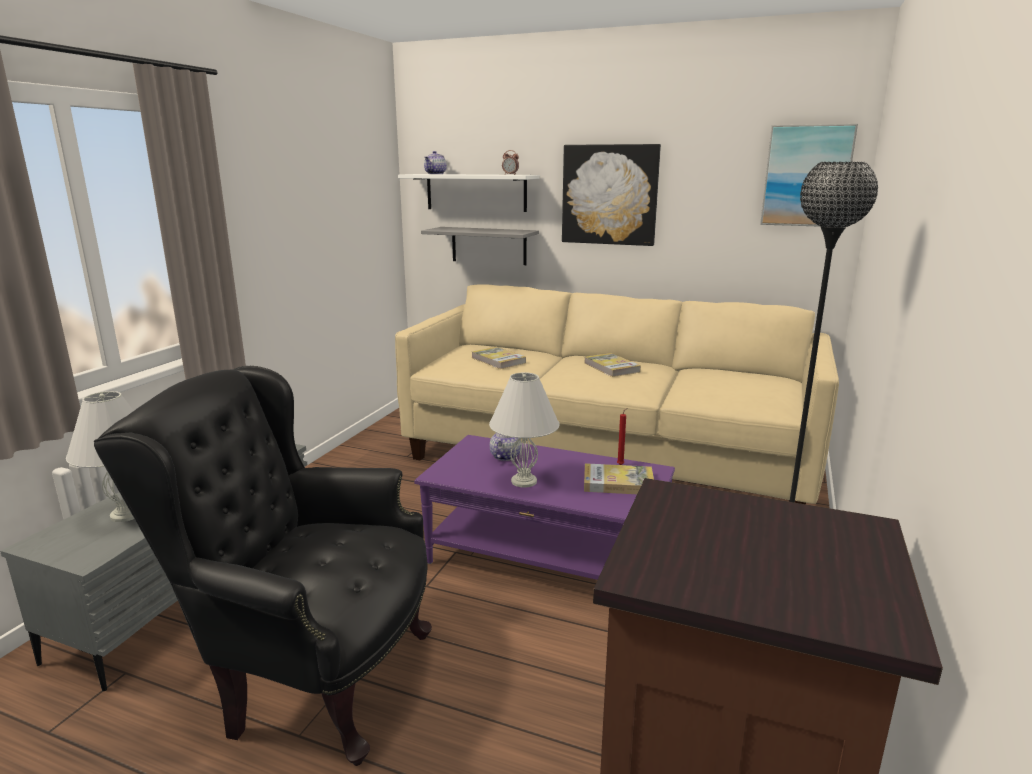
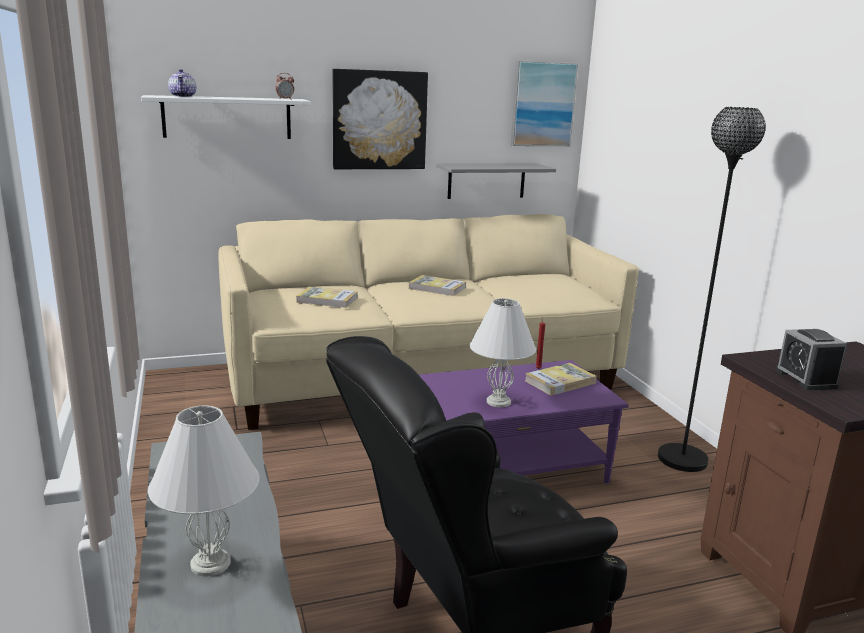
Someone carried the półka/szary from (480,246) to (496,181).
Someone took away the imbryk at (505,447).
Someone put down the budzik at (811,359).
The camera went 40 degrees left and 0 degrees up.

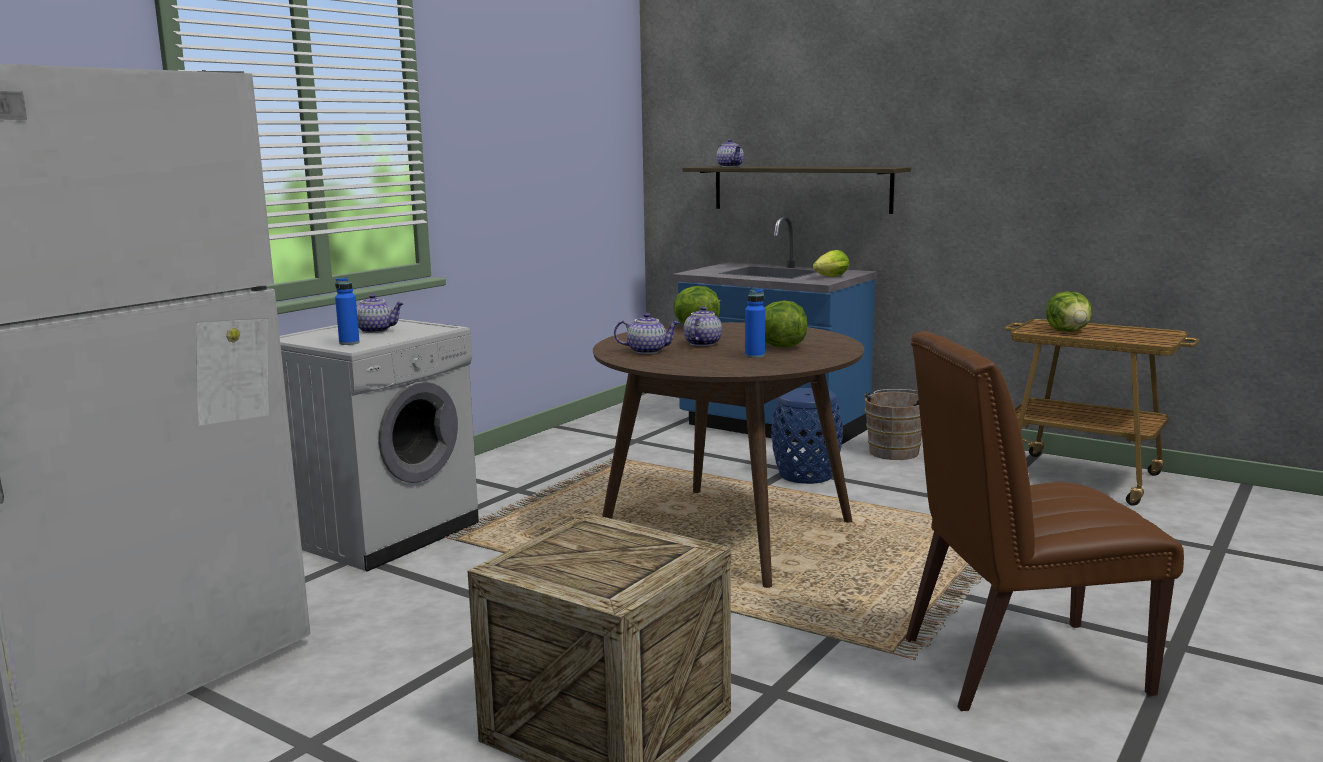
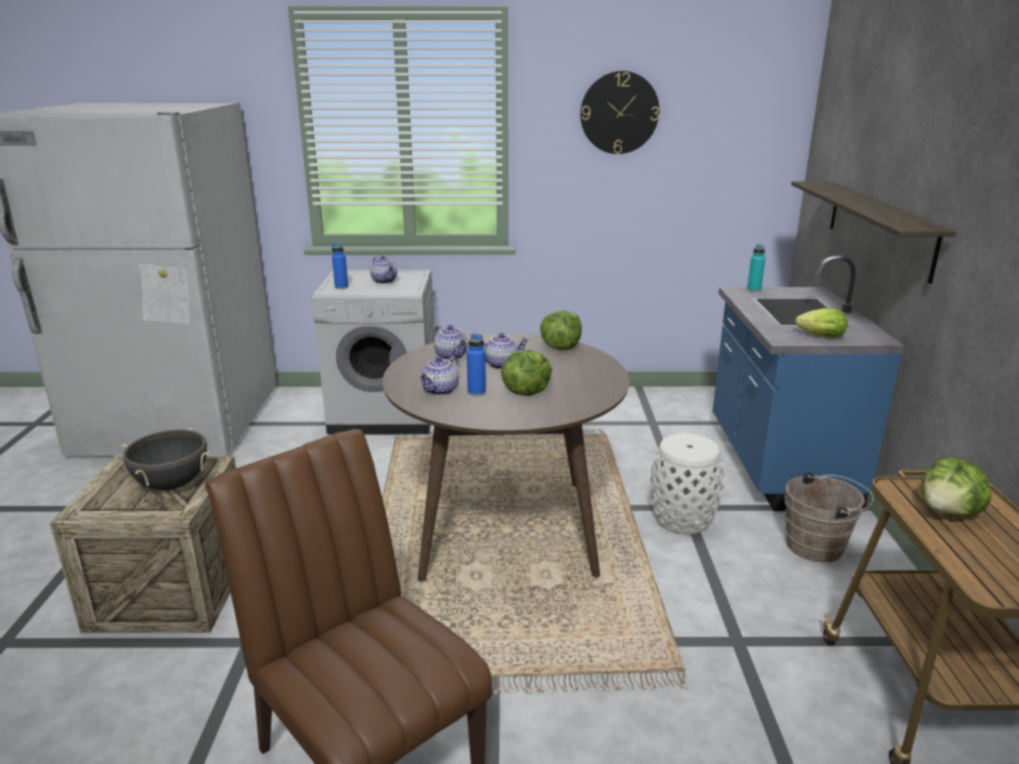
Someone carried the imbryk from (730,153) to (439,375).
Someone repainted the stołek/niebieski at (807,436), which became the stołek/biały at (687,483).
Someone put down the garnek/czarny at (166,458).
Someone put up the zegar ścienny at (619,112).
Someone put down the butelka/turkusowy at (756,268).
The camera went 55 degrees right and 10 degrees up.

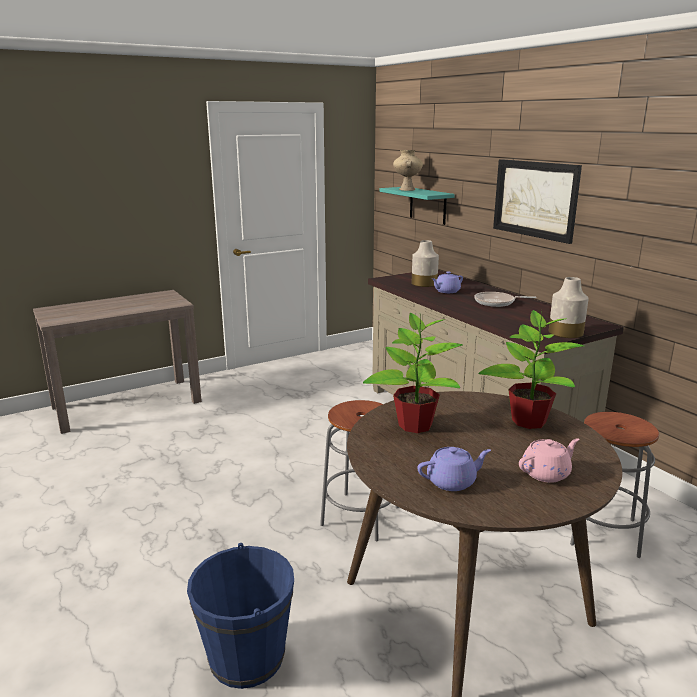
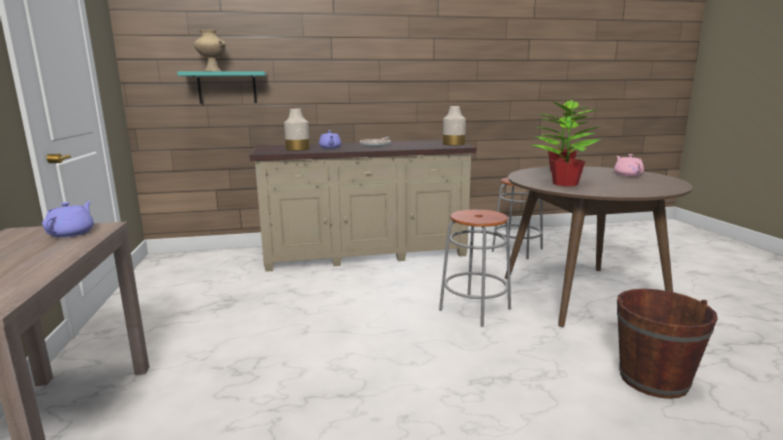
Someone repainted the wiadro/niebieski at (240,616), which became the wiadro/brązowy at (667,344).
Someone carried the imbryk/fioletowy from (454,469) to (68,219).
Someone took away the obraz at (537,201).
The camera went 70 degrees left and 5 degrees down.

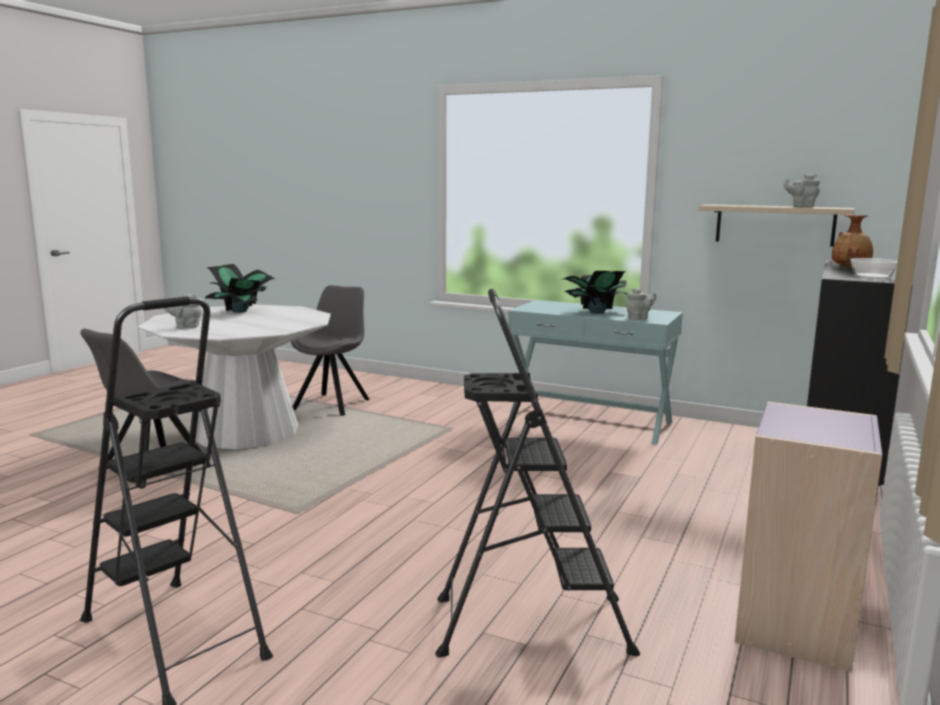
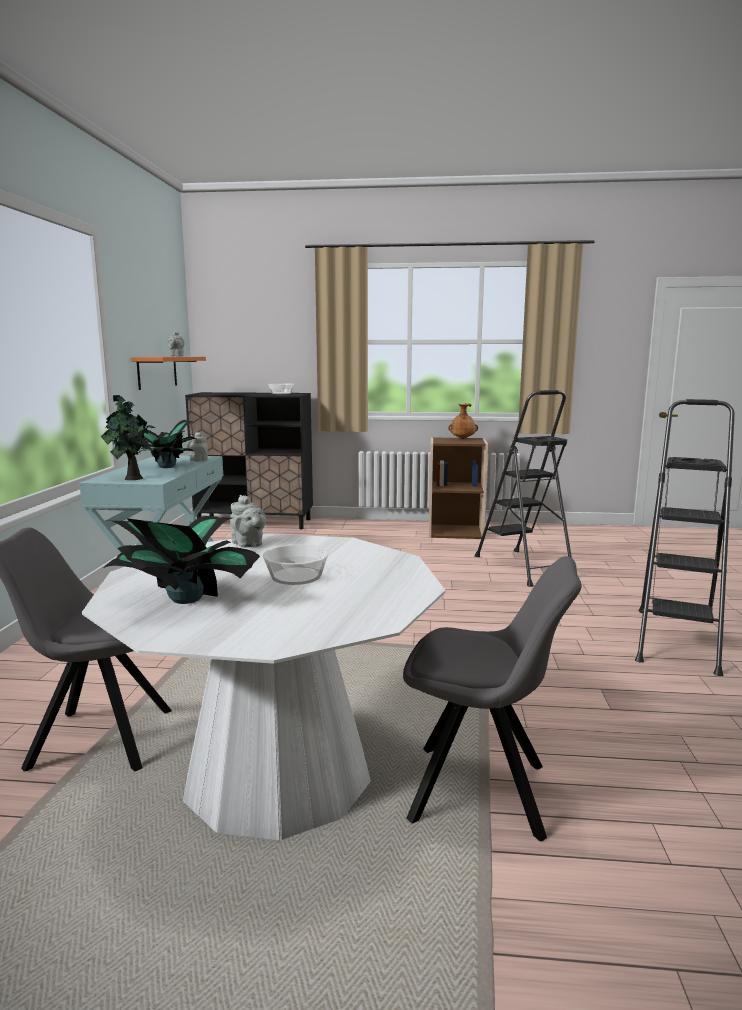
Someone carried the imbryk/szary from (183,311) to (248,521).
Someone repainted the półka/beżowy at (776,225), which became the półka/pomarańczowy at (168,373).
Someone repainted the regał/fioletowy at (808,536), which became the regał/brązowy at (458,488).
Someone carried the wazon/brązowy from (852,241) to (463,421).
Someone put down the roślina doniczkowa at (128,437).
Someone put down the miska at (295,564).
The camera went 110 degrees left and 0 degrees up.

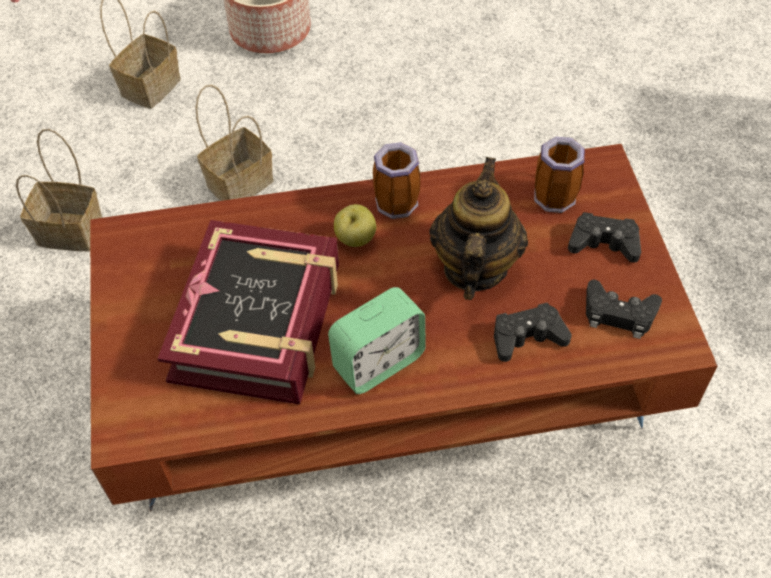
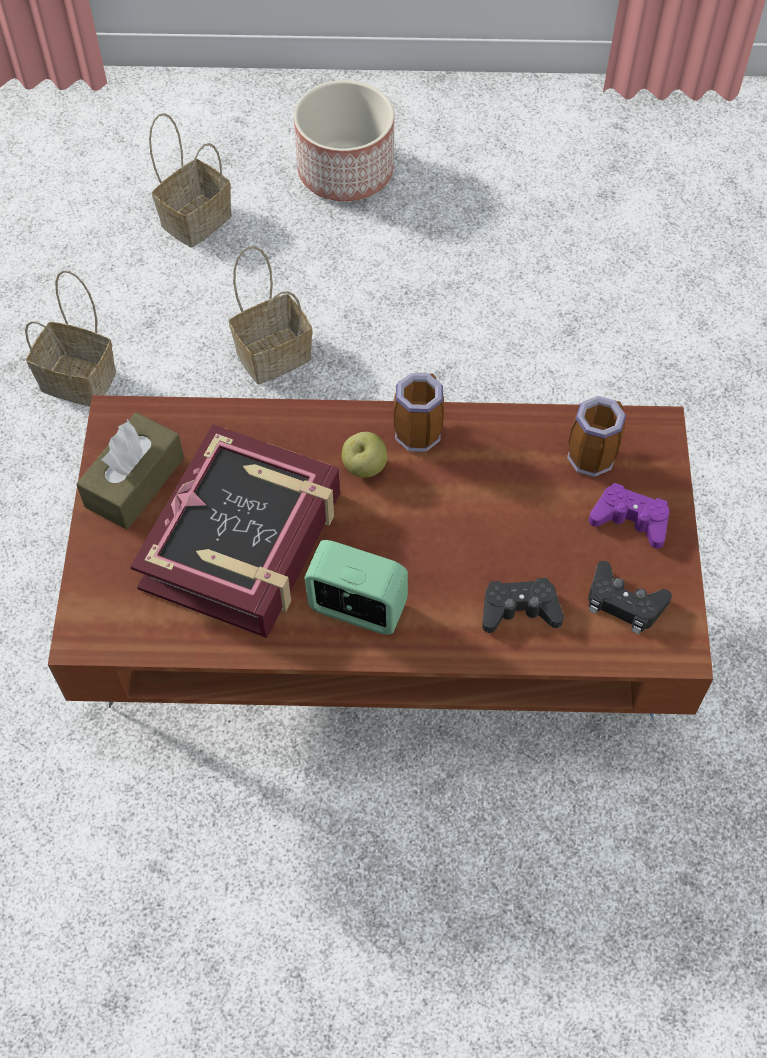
Someone rotated the budzik at (377,340) by 135 degrees counterclockwise.
Someone took away the imbryk at (479,228).
Someone repainted the pad do gier/czarny at (604,237), which became the pad do gier/fioletowy at (629,516).
Someone put down the pudełko chusteczek/brązowy at (130,471).
The camera went 10 degrees right and 5 degrees up.

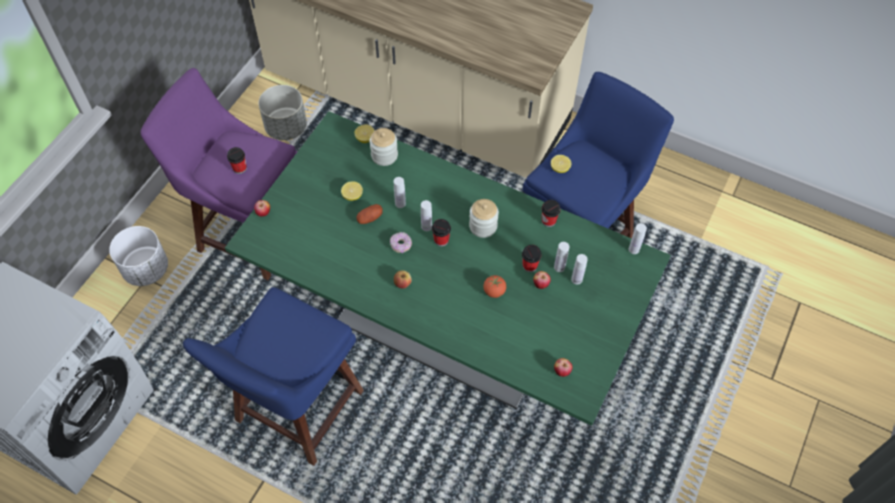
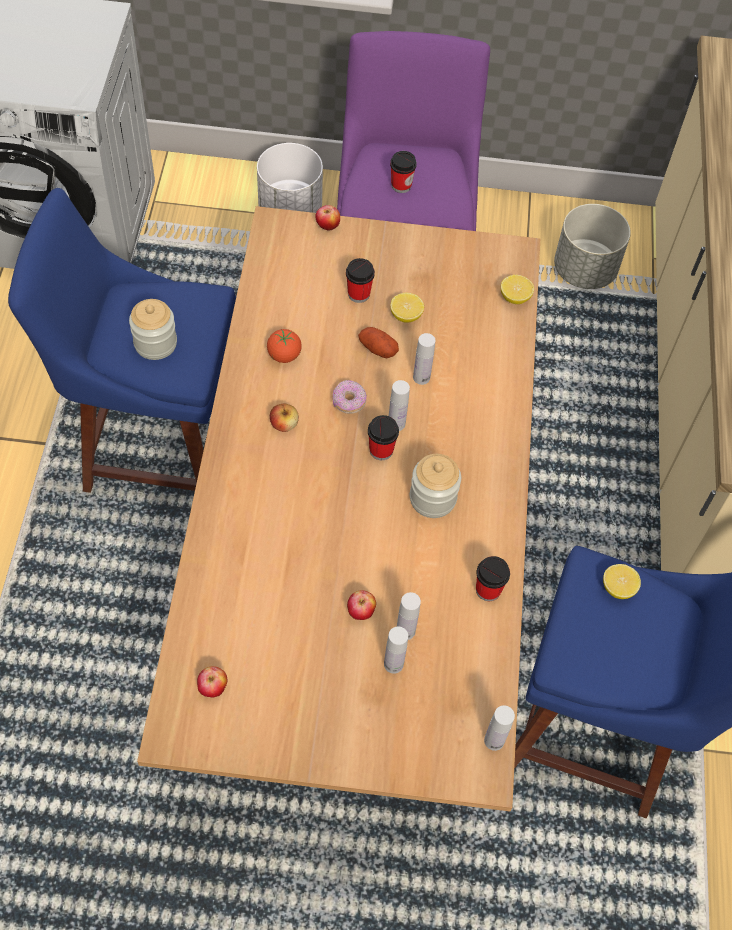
Someone repainted the stół jadalny/zielony at (448,268), which became the stół jadalny/beżowy at (338,508).
Someone carried the słoik from (383,147) to (153,329).
Someone carried the pomidor from (494,286) to (284,346).
Someone carried the filiżanka from (532,258) to (360,280).
The camera went 65 degrees right and 0 degrees up.

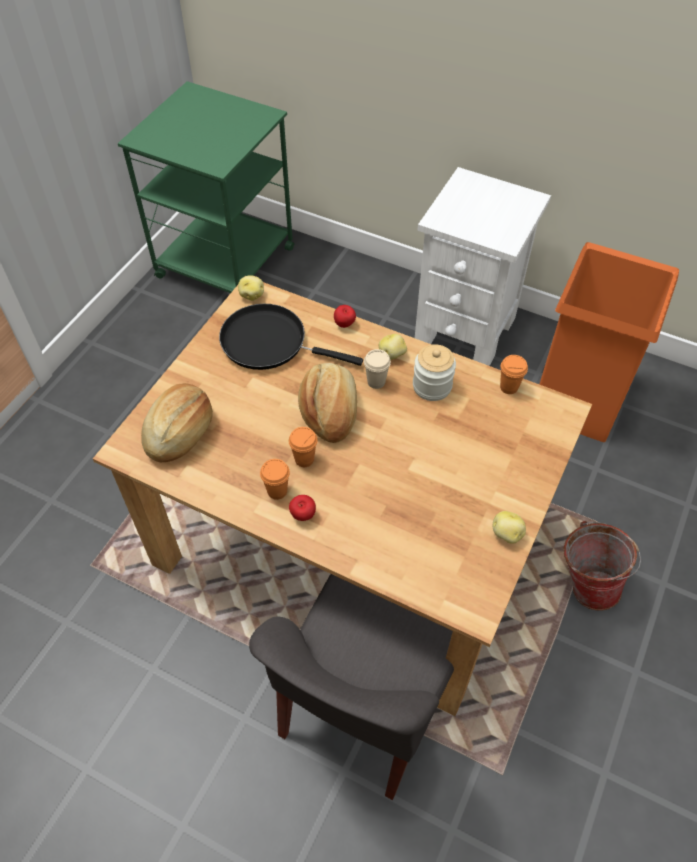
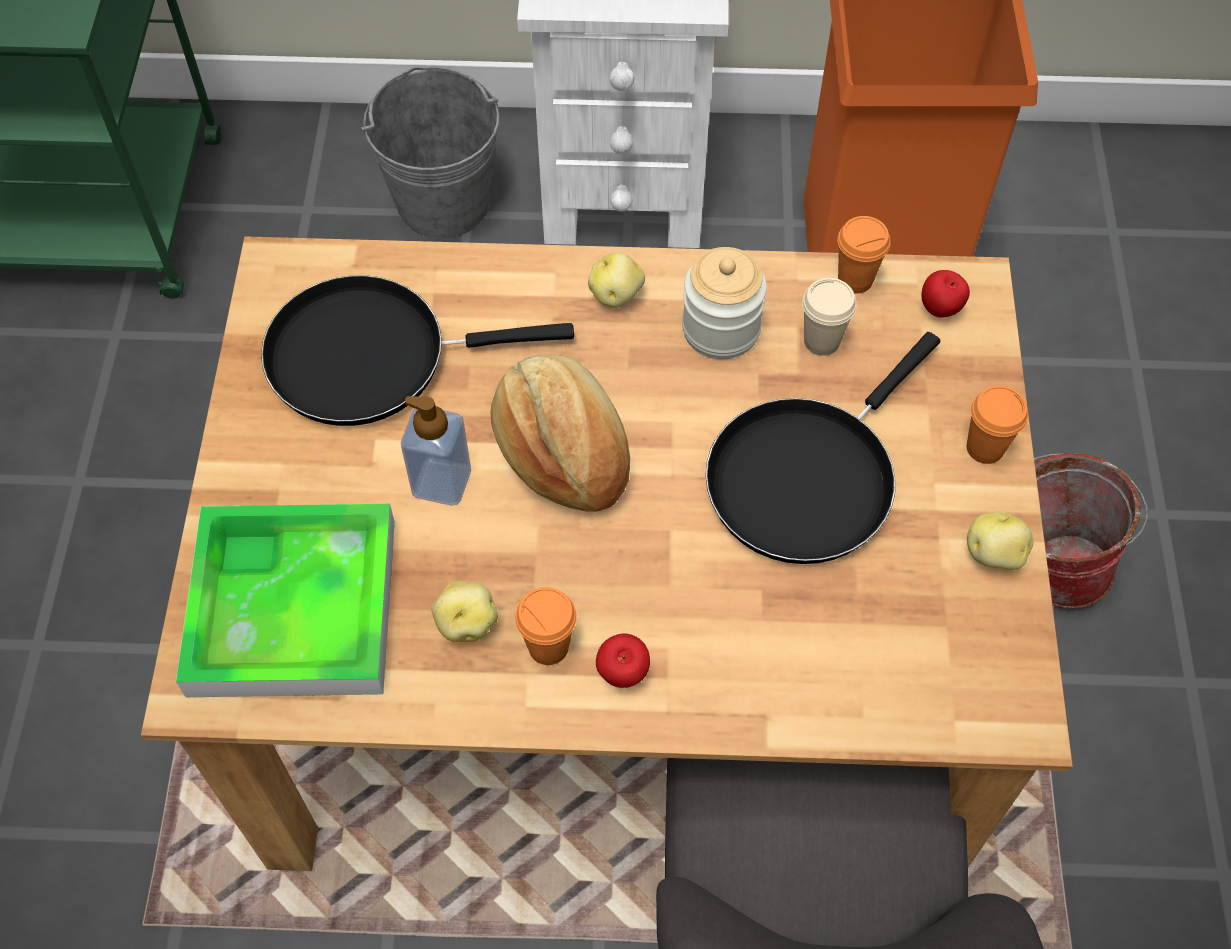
Someone swapped the chleb at (177,422) for the taca at (285,600).
Someone carried the ziemniak from (251,288) to (464,611).
Someone carried the filiżanka/pomarańczowy from (303,447) to (997,424).
Someone carried the jabłko from (345,316) to (946,294).
Someone carried the filiżanka/beżowy from (377,369) to (829,317).
Someone put down the wiadro/szary at (430,152).
Someone put down the dozownik mydła at (436,451).
Someone put down the patelnia/czarny at (822,448).
The camera went 25 degrees left and 5 degrees up.

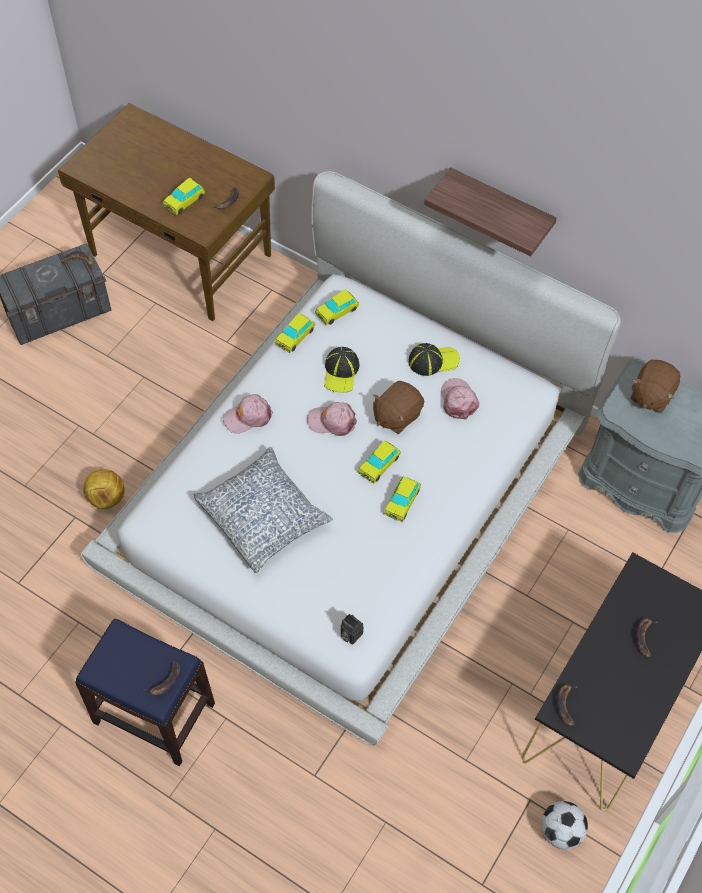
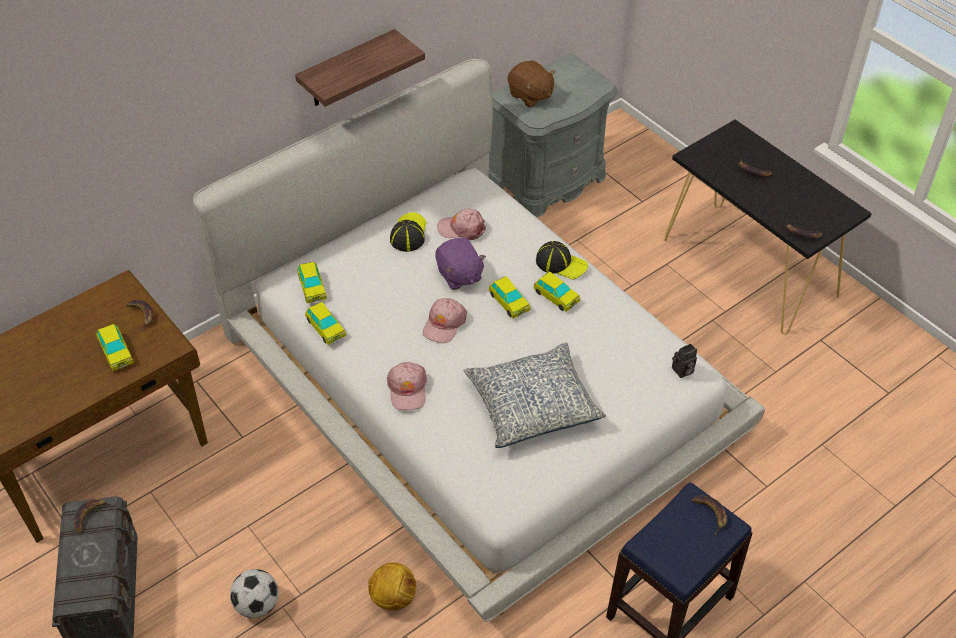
Someone carried the czapka z daszkiem from (341,370) to (562,260).
Someone repainted the pluszak/brązowy at (398,407), which became the pluszak/fioletowy at (460,264).
Someone carried the piłka futbolowa from (564,825) to (254,593).
The camera went 70 degrees left and 10 degrees down.

